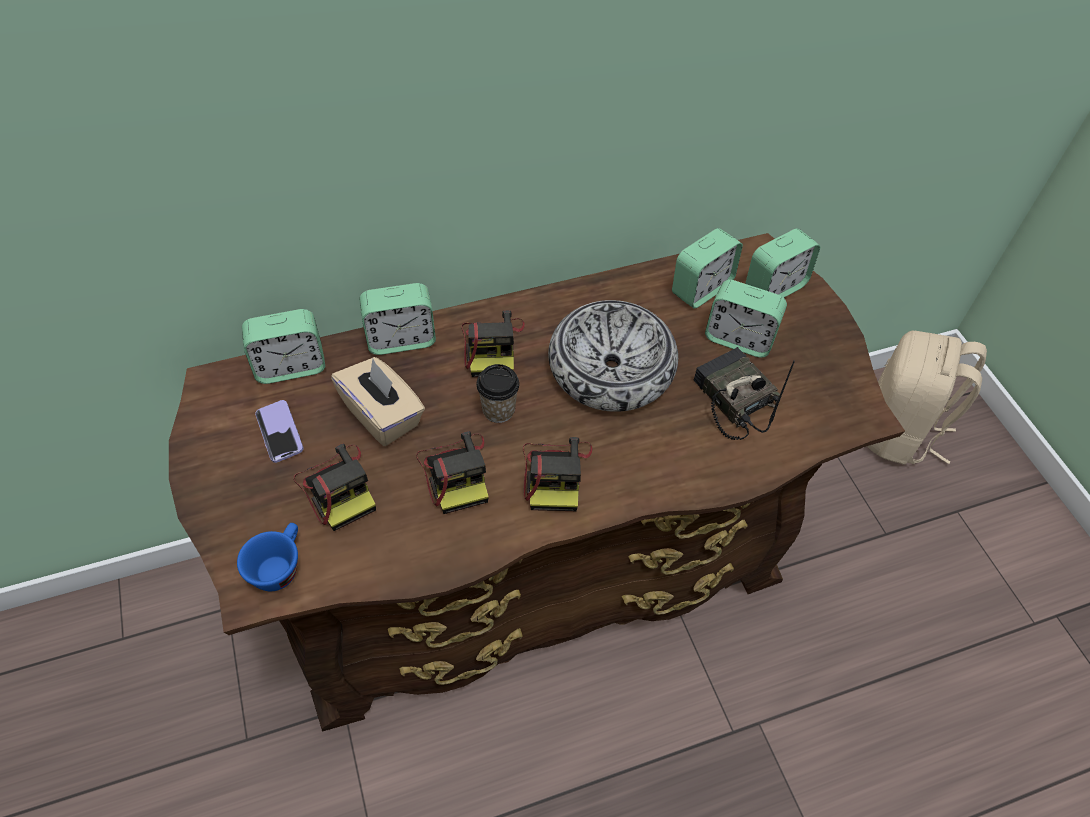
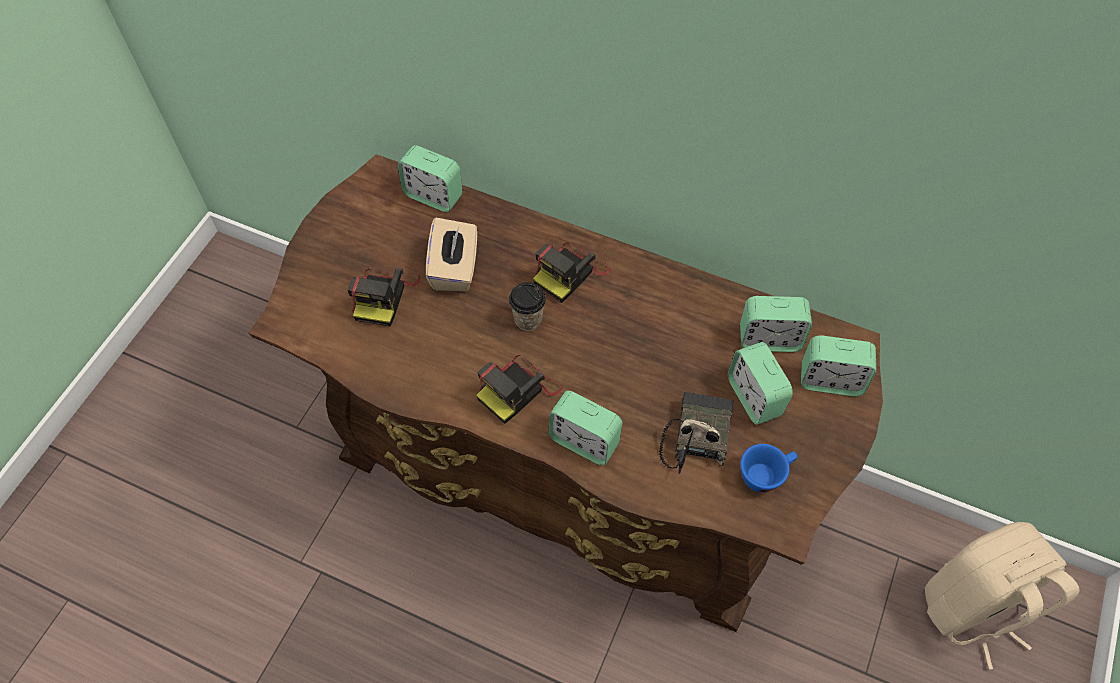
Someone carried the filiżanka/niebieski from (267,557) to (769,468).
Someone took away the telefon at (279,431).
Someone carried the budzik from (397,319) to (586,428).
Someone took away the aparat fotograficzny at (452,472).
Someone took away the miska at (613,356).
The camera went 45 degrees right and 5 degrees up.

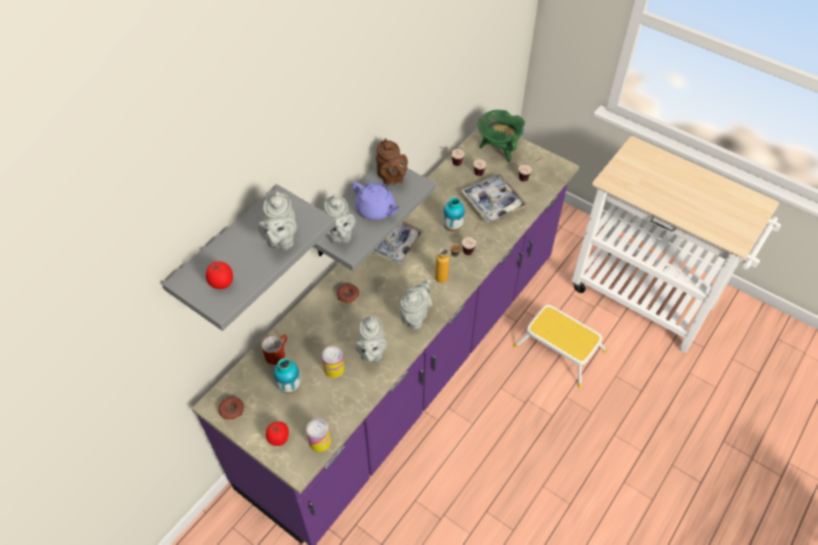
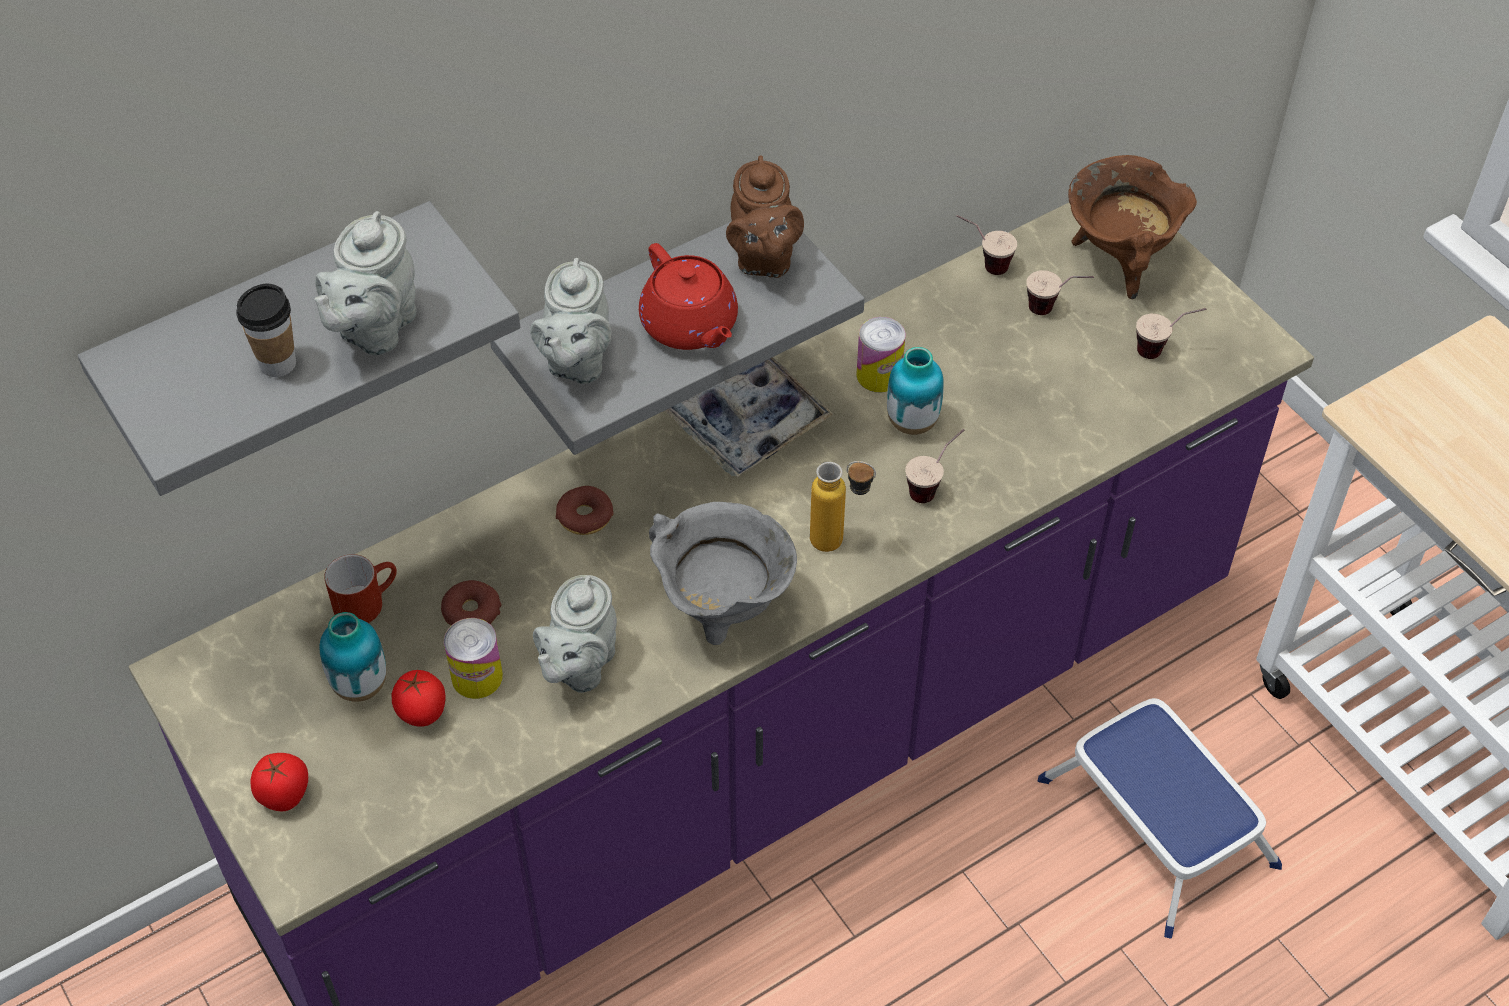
Someone carried the pomidor from (219,275) to (419,698).
Someone carried the donut from (231,408) to (471,602).
Someone carried the puszka from (318,435) to (880,355).
Someone repainted the imbryk/fioletowy at (376,201), which became the imbryk/czerwony at (688,296).
Someone swapped the imbryk/szary at (416,304) for the garnek/szary at (723,573).
Someone took away the taca at (494,198).
Someone repainted the garnek/zielony at (501,136), which became the garnek/brązowy at (1132,227).
Someone repainted the drabinka/żółty at (560,346), which became the drabinka/niebieski at (1160,818).
Someone put down the filiżanka at (266,330).
The camera went 20 degrees right and 0 degrees up.

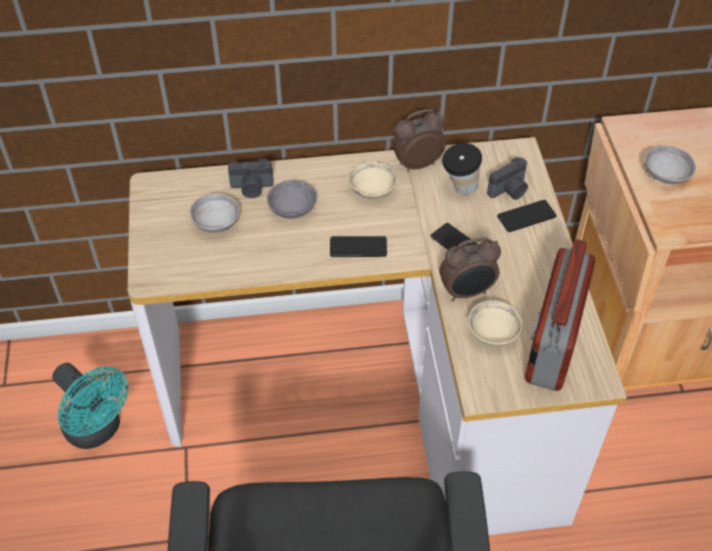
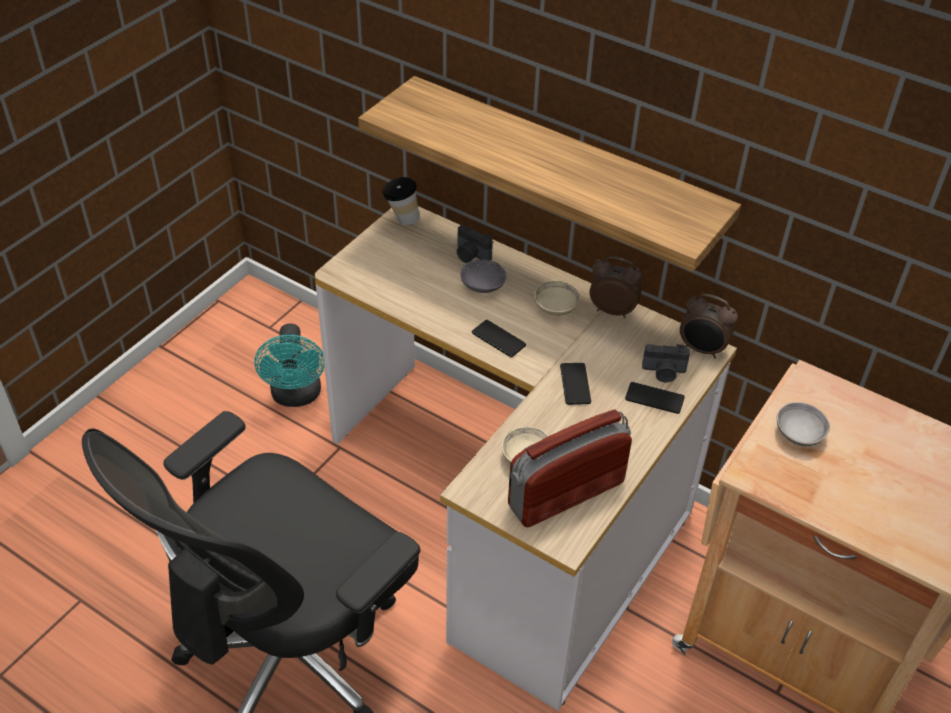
Someone took away the miska/szary at (214,213).
Someone carried the budzik from (470,269) to (709,326).
Someone carried the filiżanka from (462,169) to (401,201).
Someone put up the półka at (549,174).
The camera went 40 degrees right and 5 degrees down.

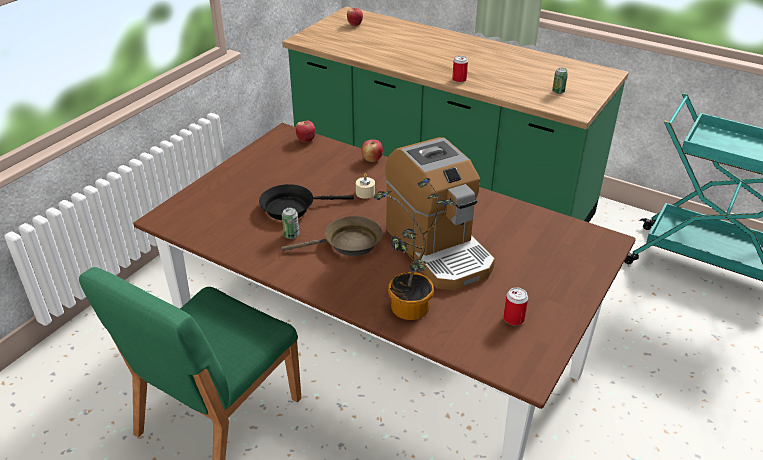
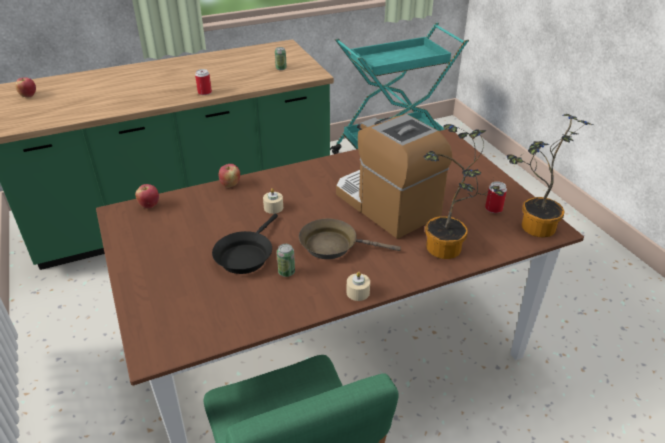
Someone rotated the patelnia/brązowy at (331,236) by 105 degrees counterclockwise.
Someone rotated the ekspres do kawy at (440,213) by 135 degrees counterclockwise.
Someone put down the świeca/beżowy at (358,286).
Someone put down the roślina doniczkowa at (550,175).
The camera went 55 degrees left and 0 degrees up.

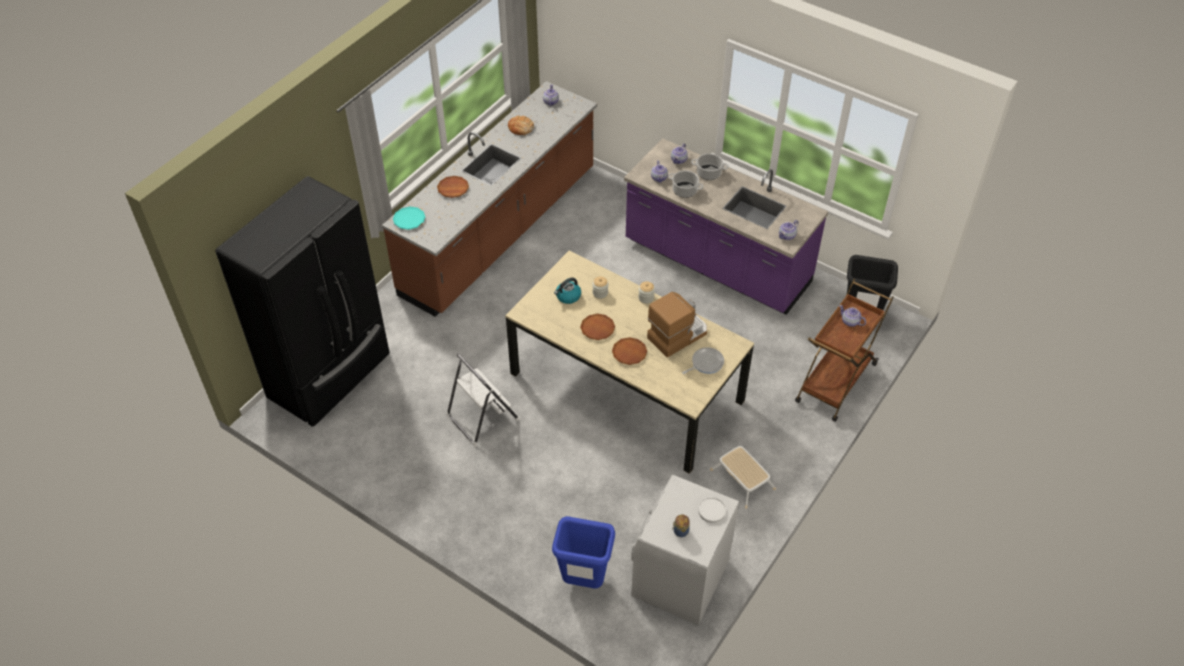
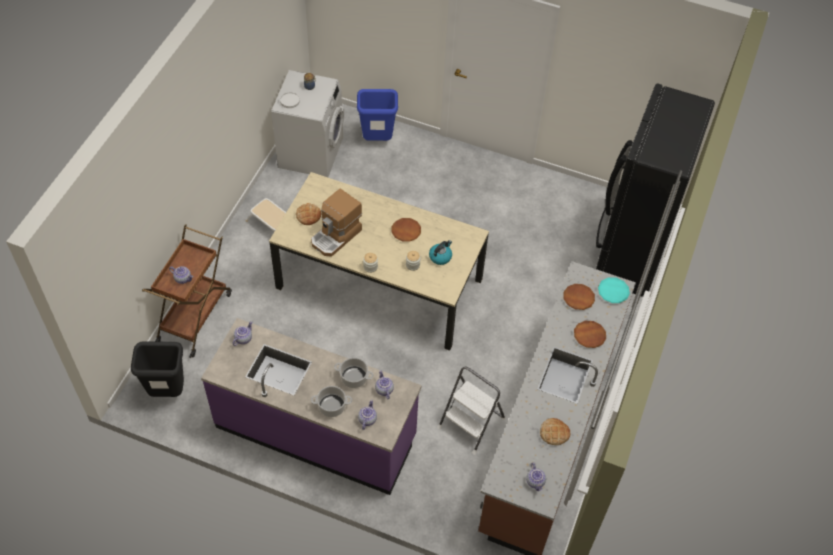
Someone carried the drabinka/biały from (483,400) to (471,411).
Someone carried the talerz/brązowy from (629,351) to (579,297).
Someone swapped the patelnia at (703,360) for the chleb at (308,214).
The camera went 165 degrees right and 5 degrees up.

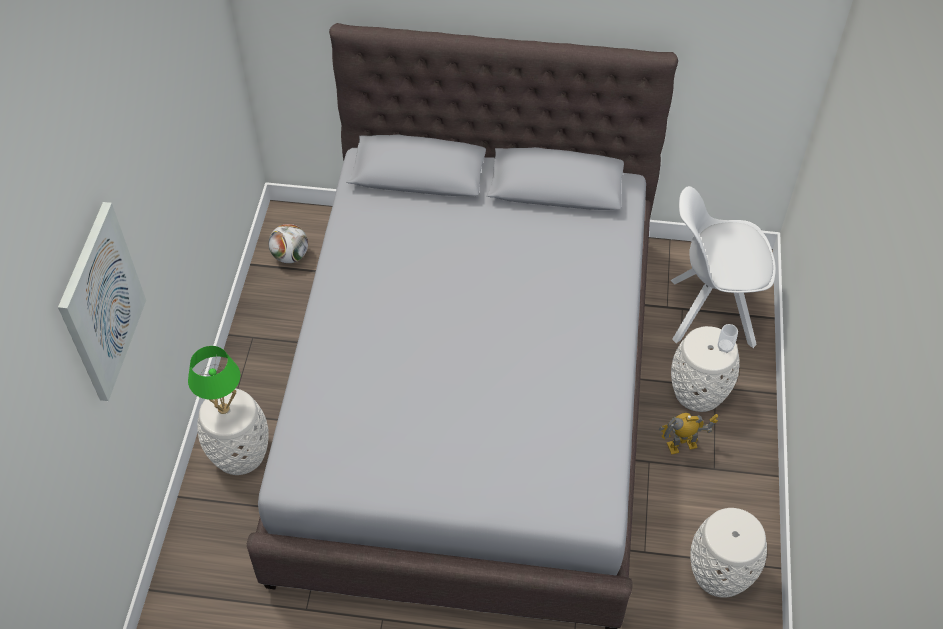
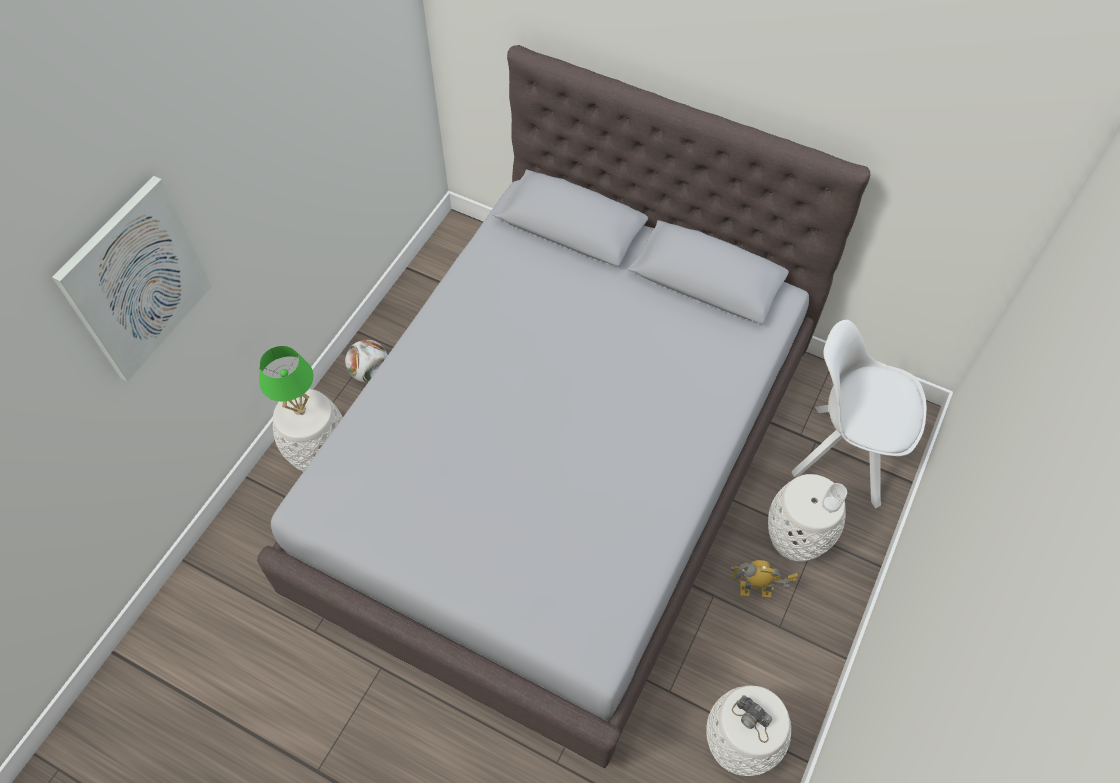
Someone carried the piłka futbolowa from (288,243) to (366,361).
Someone put down the aparat fotograficzny at (752,719).
The camera went 20 degrees right and 5 degrees up.

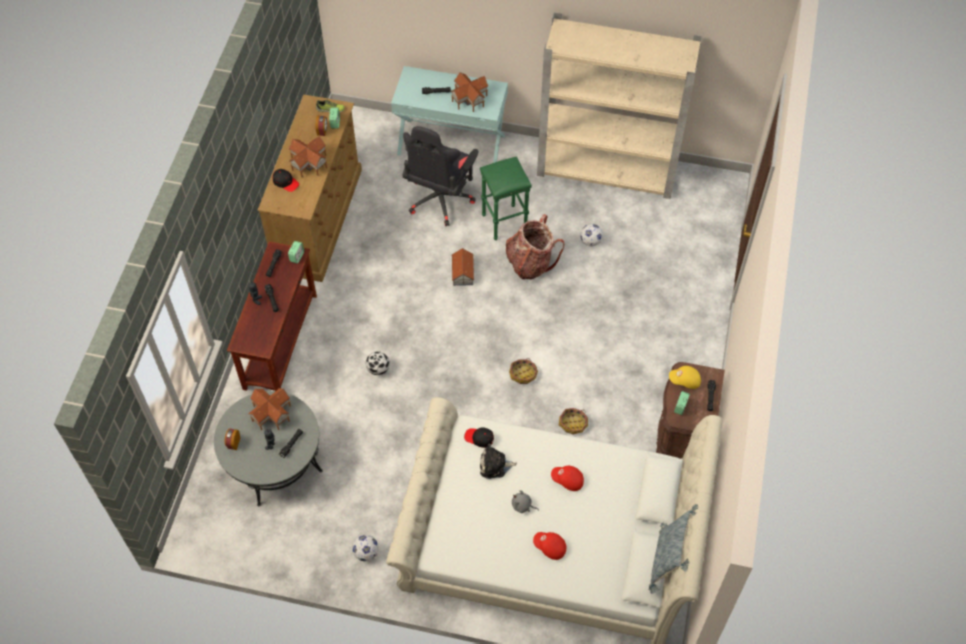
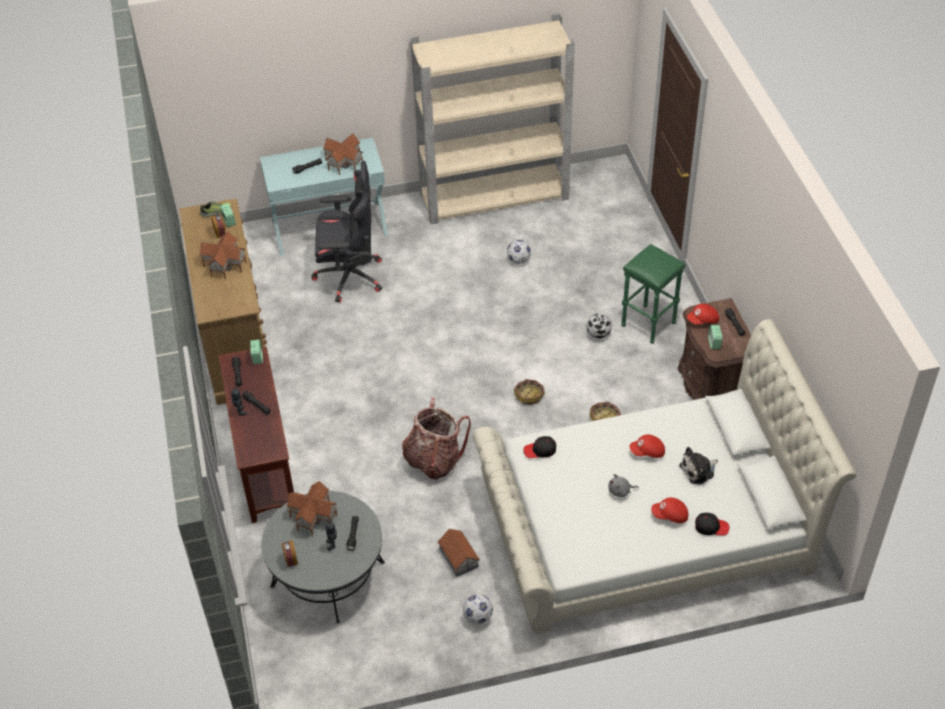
Someone carried the czapka z daszkiem/czarny from (286,180) to (712,524).
Someone carried the piłka futbolowa from (378,363) to (599,326).
Someone rotated the krzesło biurowe/czarny at (440,176) by 90 degrees counterclockwise.
Someone carried the domek from (462,267) to (459,553).
Someone carried the stołek/zielony from (506,198) to (653,294).
Someone carried the pluszak from (498,461) to (698,466).
Someone carried the plecak from (534,246) to (436,439).
Someone took away the poduszka at (673,549).
Someone repainted the czapka z daszkiem/żółty at (685,377), which became the czapka z daszkiem/czerwony at (703,314).
The camera went 25 degrees left and 10 degrees down.

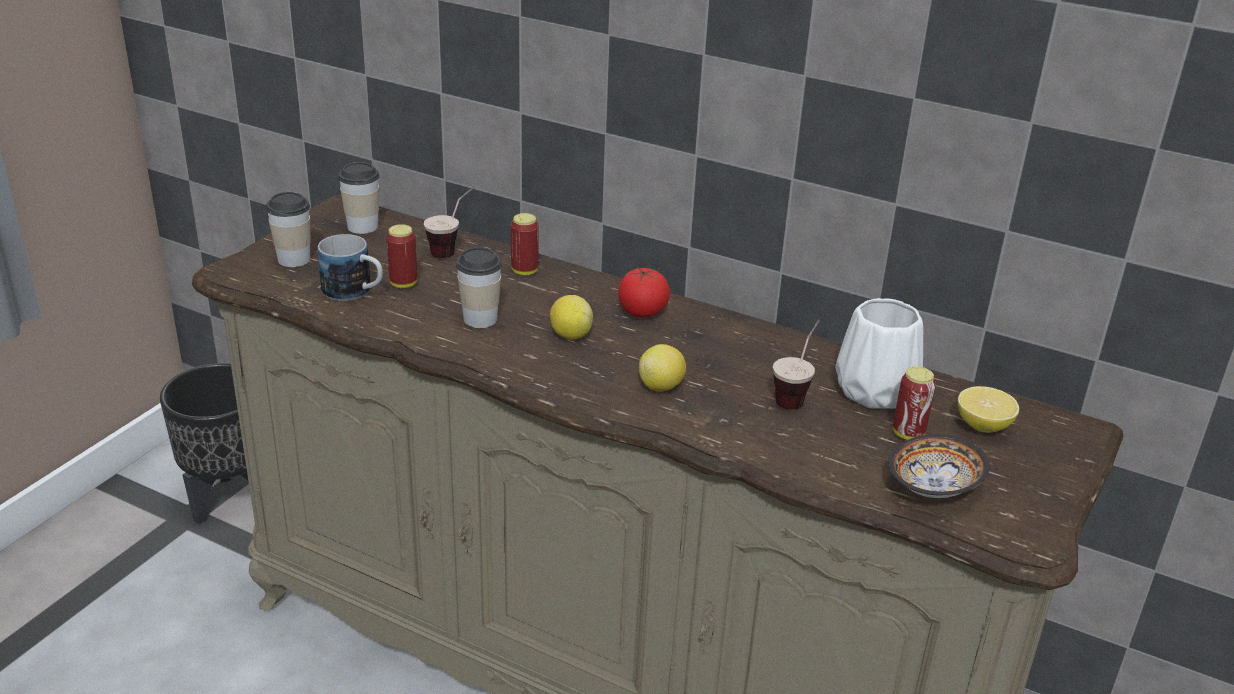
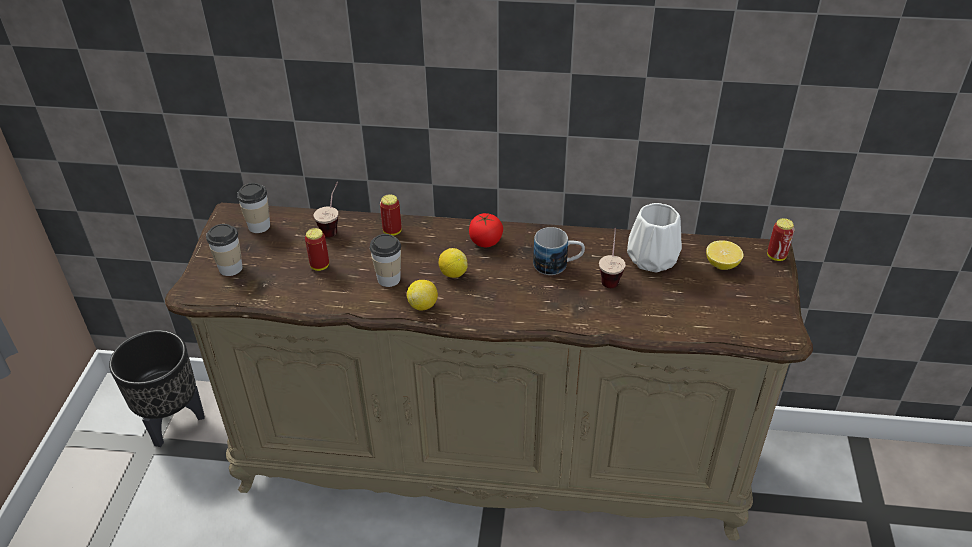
Someone carried the kubek from (350,267) to (559,251).
Someone carried the cytryna from (662,367) to (422,295).
Someone took away the miska at (939,466).
Someone carried the puszka from (914,403) to (781,239).
The camera went 20 degrees left and 10 degrees up.

